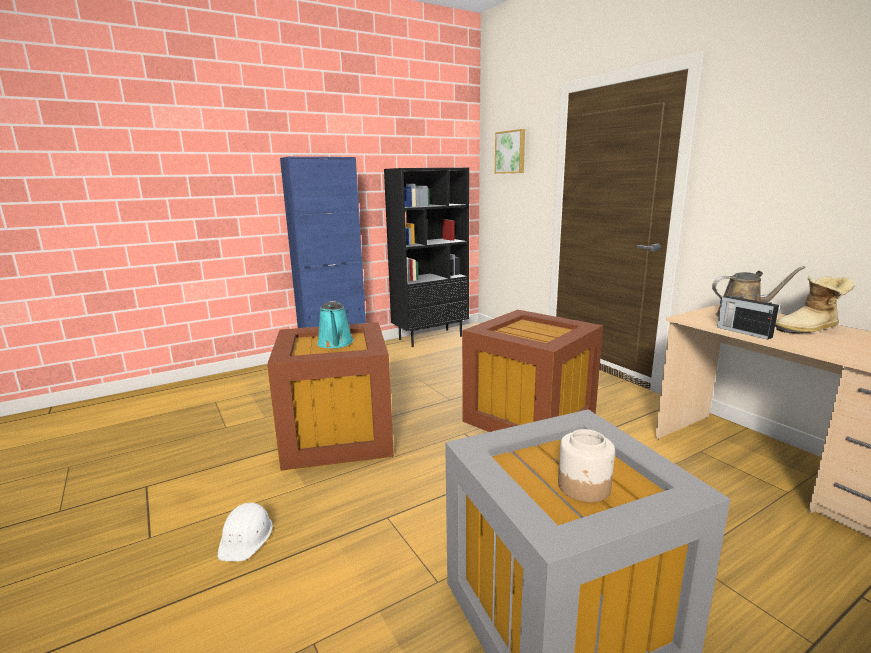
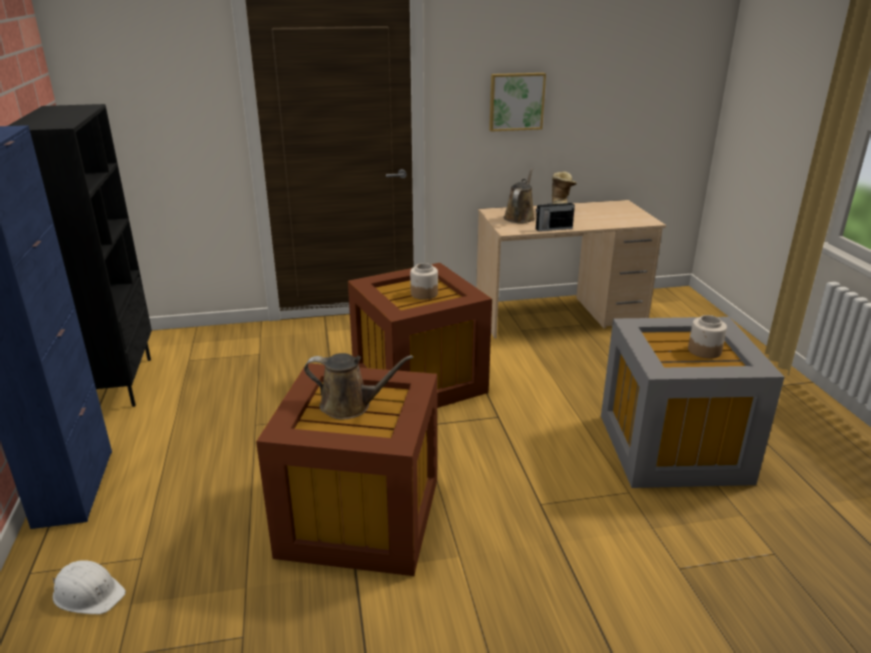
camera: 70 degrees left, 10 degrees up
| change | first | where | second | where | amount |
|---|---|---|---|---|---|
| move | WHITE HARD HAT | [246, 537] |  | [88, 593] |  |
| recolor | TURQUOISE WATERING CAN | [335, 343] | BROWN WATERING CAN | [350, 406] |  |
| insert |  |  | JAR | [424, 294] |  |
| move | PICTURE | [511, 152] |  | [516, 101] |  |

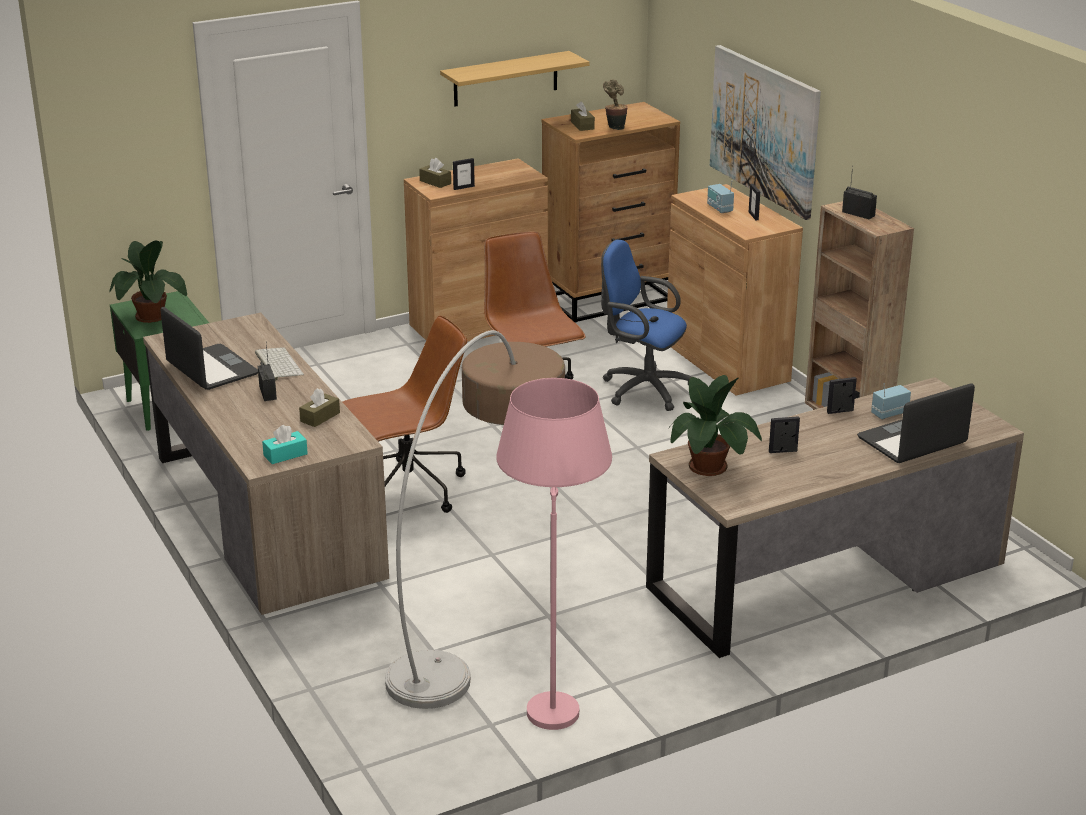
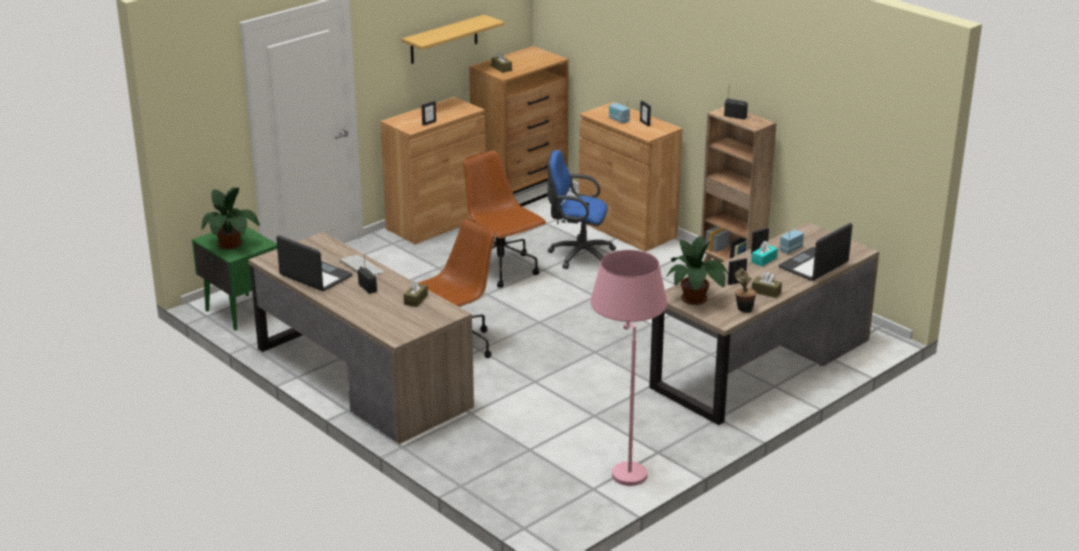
camera: 15 degrees left, 0 degrees up
| change | first | where | second | where | amount |
|---|---|---|---|---|---|
| move | POTTED PLANT | [615, 127] |  | [743, 309] |  |
| move | TURQUOISE TISSUE BOX | [285, 455] |  | [764, 260] |  |
| move | BROWN TISSUE BOX | [435, 182] |  | [766, 292] |  |
| delete | FLOOR LAMP | [481, 620] |  |  |  |
| delete | PICTURE | [764, 130] |  |  |  |

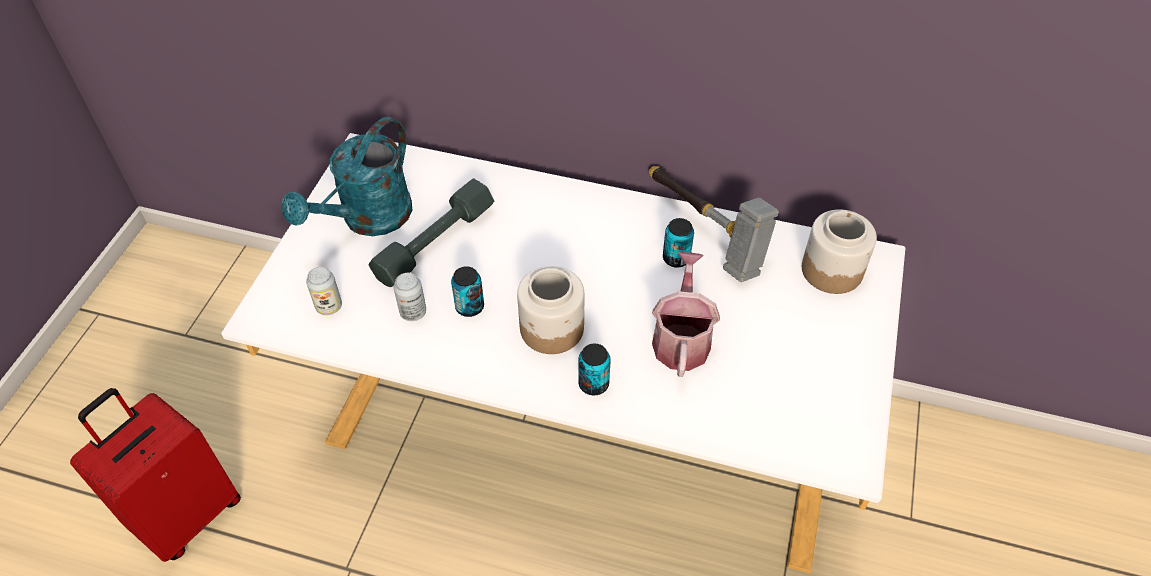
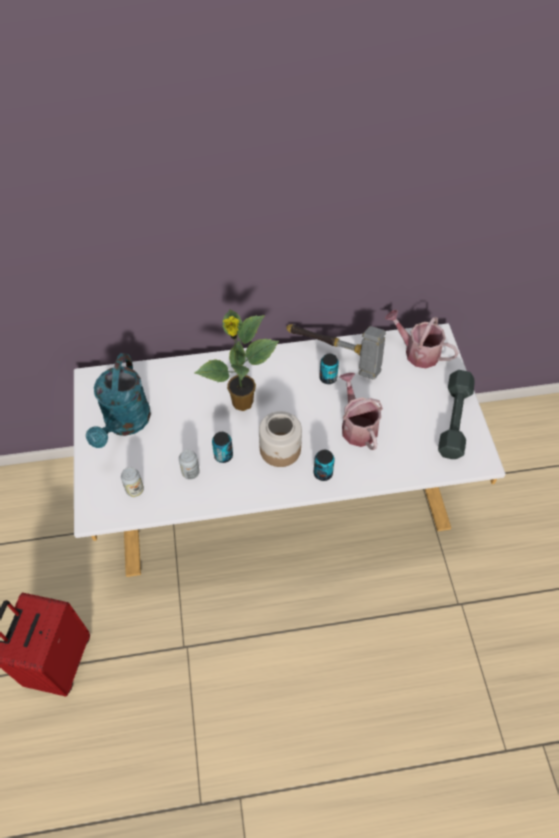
camera: 25 degrees left, 5 degrees up
| change | first | where | second | where | amount |
|---|---|---|---|---|---|
| insert |  |  | POTTED PLANT | [241, 403] |  |
| replace | JAR | [831, 270] | WATERING CAN | [417, 352] |  |
| move | GREY DUMBBELL | [435, 242] |  | [455, 419] |  |

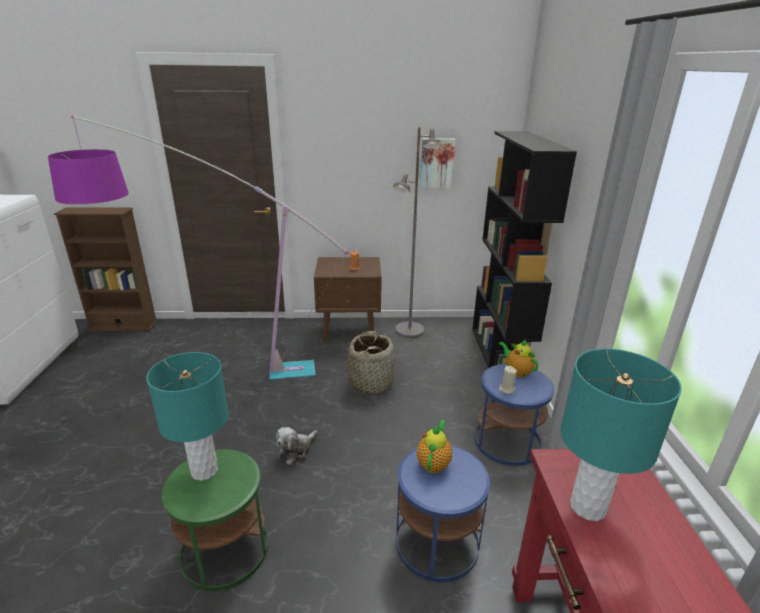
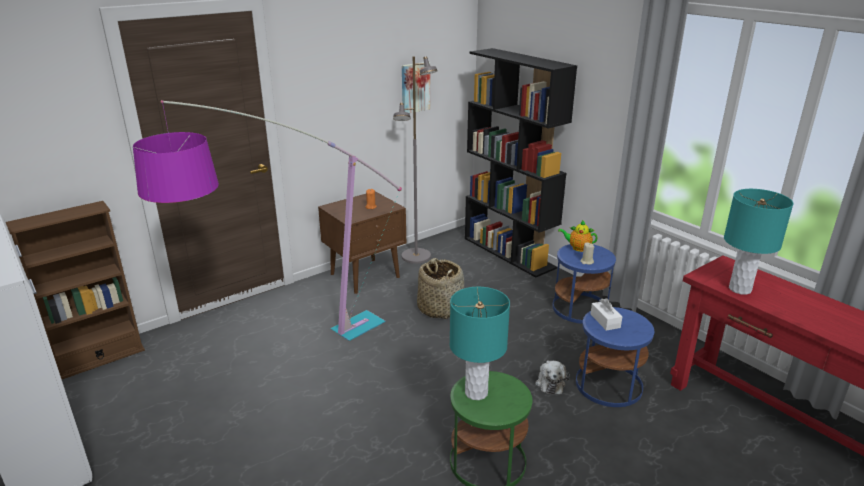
camera: 35 degrees left, 0 degrees up
| change | first | where | second | where | amount |
|---|---|---|---|---|---|
| move | PLUSH TOY | [296, 451] |  | [550, 382] |  |
| replace | TEAPOT | [434, 463] | WHITE TISSUE BOX | [605, 321] |  |

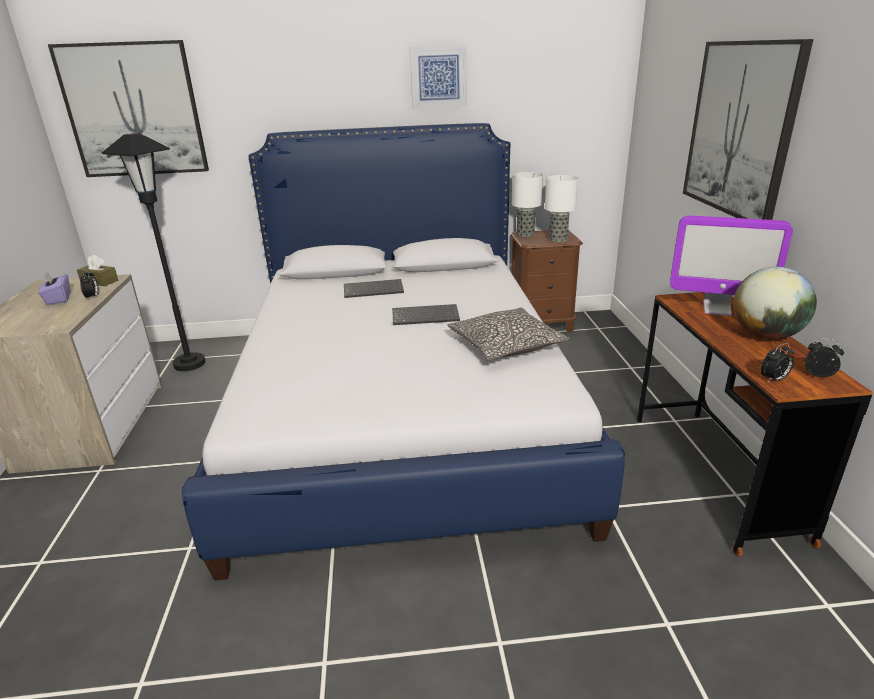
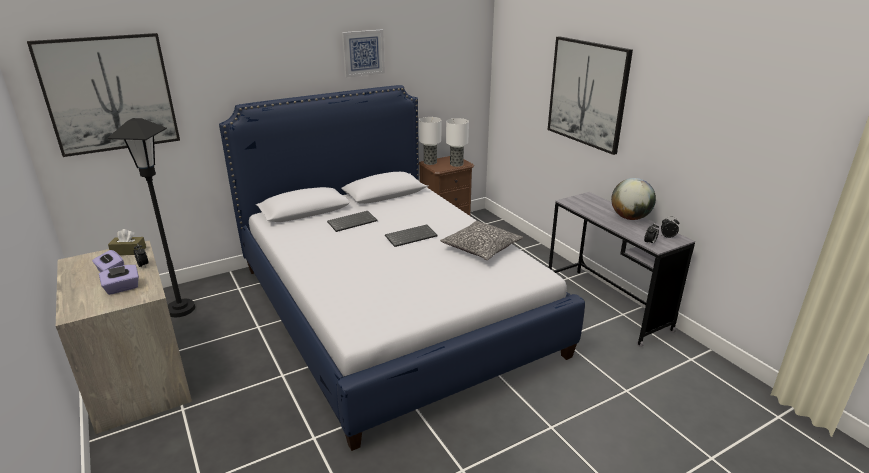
camera: 25 degrees left, 0 degrees up
| change | first | where | second | where | amount |
|---|---|---|---|---|---|
| insert |  |  | PURPLE TISSUE BOX | [122, 288] |  |
| recolor | BROWN DESK | [714, 474] | GREY DESK | [606, 305] |  |
| delete | MONITOR | [717, 309] |  |  |  |

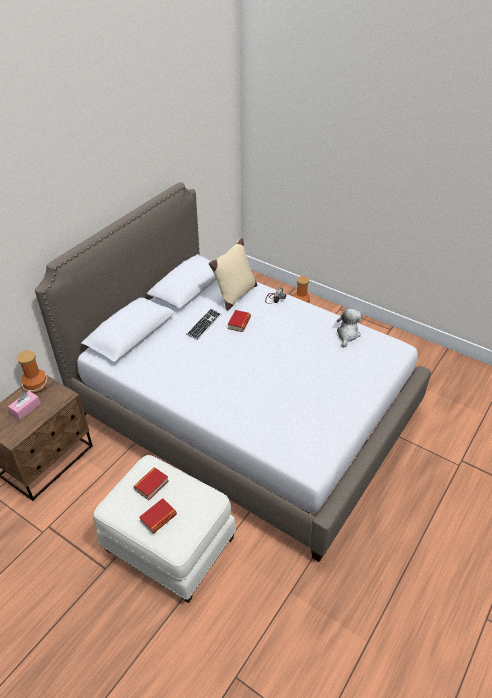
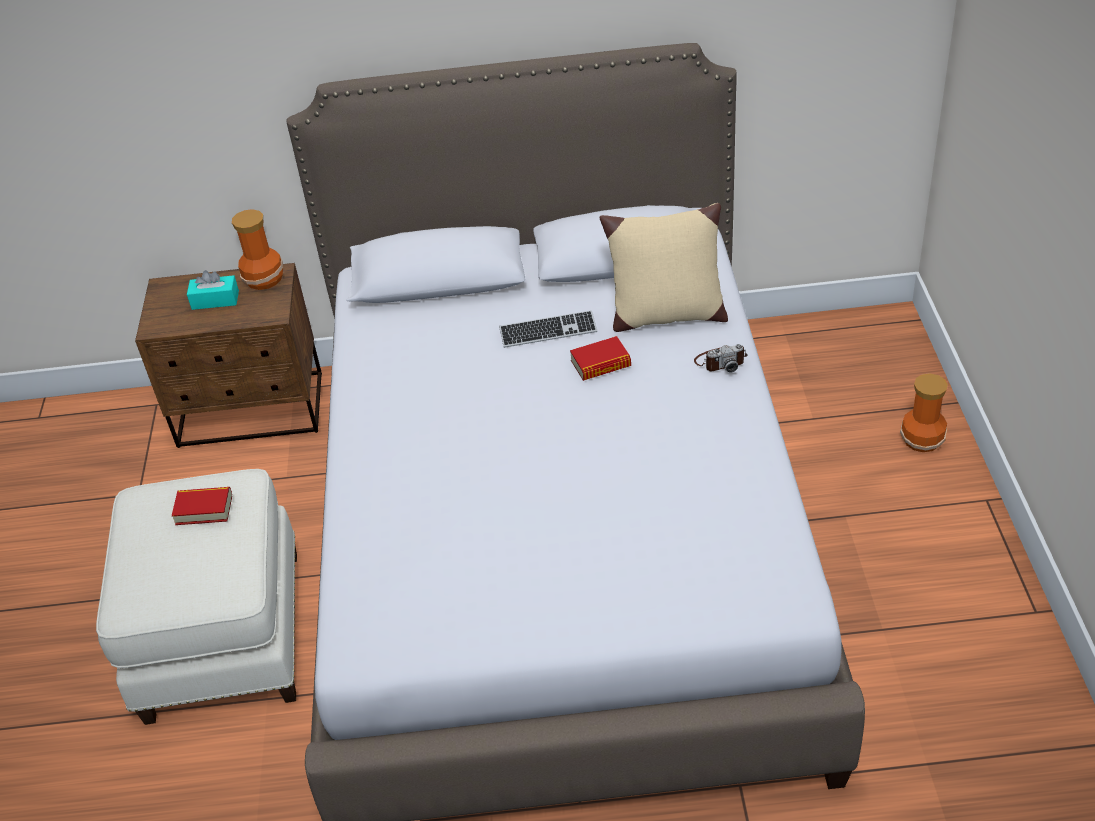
camera: 55 degrees right, 0 degrees up
| change | first | where | second | where | amount |
|---|---|---|---|---|---|
| recolor | PINK TISSUE BOX | [26, 409] | TURQUOISE TISSUE BOX | [215, 300] |  |
| delete | BOOK | [158, 518] |  |  |  |
| delete | PLUSH TOY | [347, 334] |  |  |  |

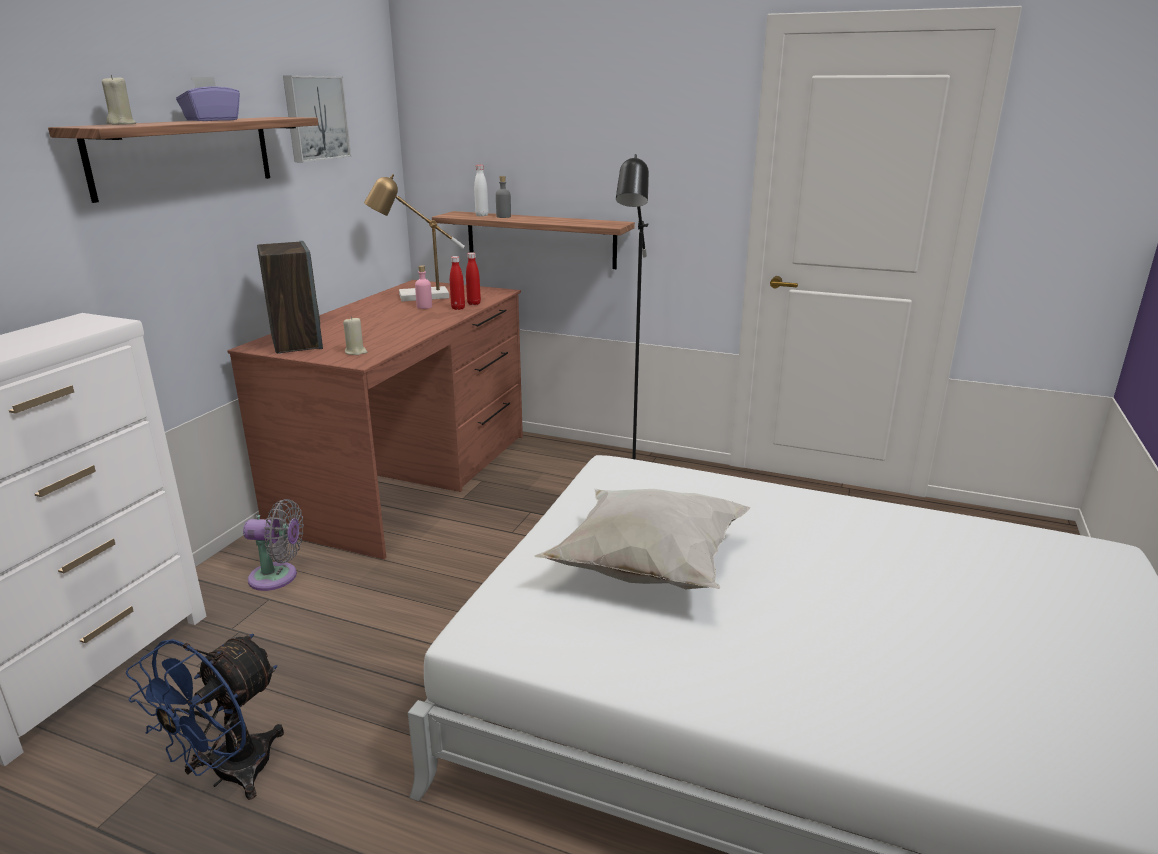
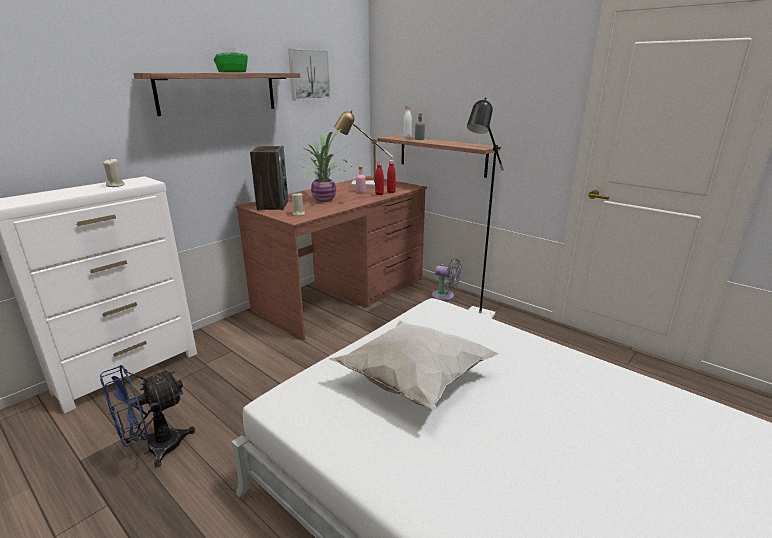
camera: 20 degrees right, 0 degrees up
| change | first | where | second | where | amount |
|---|---|---|---|---|---|
| move | BEIGE CANDLE | [121, 124] |  | [116, 185] |  |
| recolor | PURPLE TISSUE BOX | [212, 120] | GREEN TISSUE BOX | [232, 72] |  |
| insert |  |  | POTTED PLANT | [325, 200] |  |
| move | GREY FAN | [278, 577] |  | [445, 296] |  |

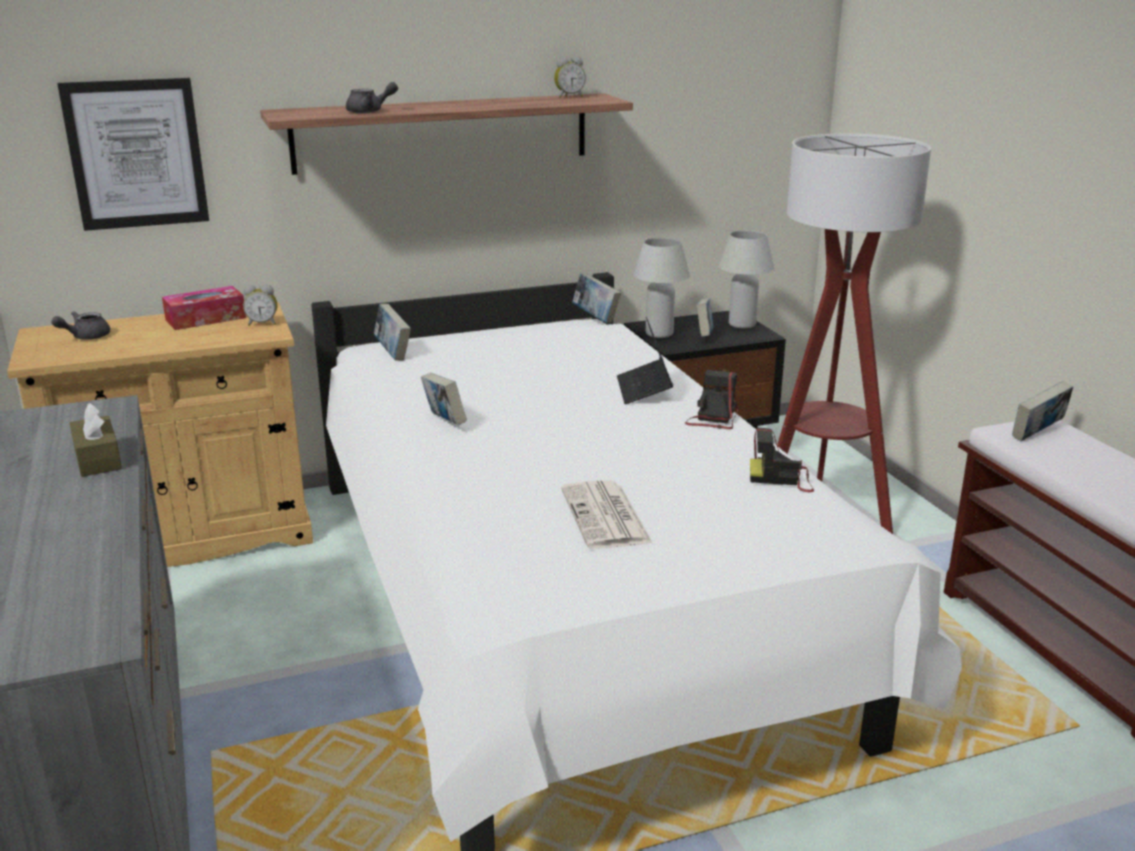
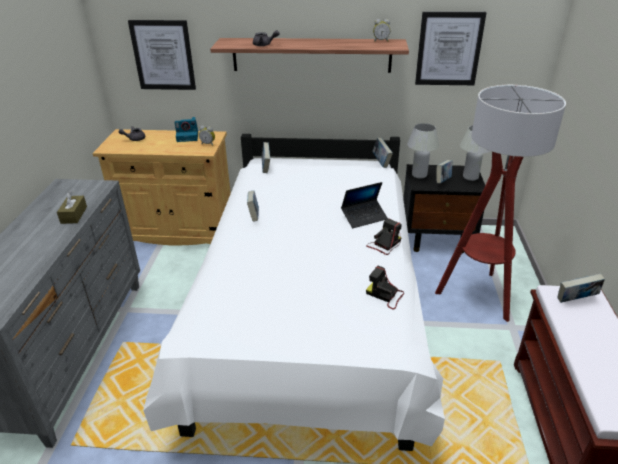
camera: 25 degrees right, 10 degrees up
| change | first | where | second | where | amount |
|---|---|---|---|---|---|
| replace | TISSUE BOX | [205, 319] | PHOTO CAMERA | [188, 136] |  |
| rotate | LAPTOP | [644, 389] |  | [364, 217] | 135 degrees counterclockwise |
| insert |  |  | PICTURE | [449, 49] |  |
| delete | NEWSPAPER | [606, 517] |  |  |  |

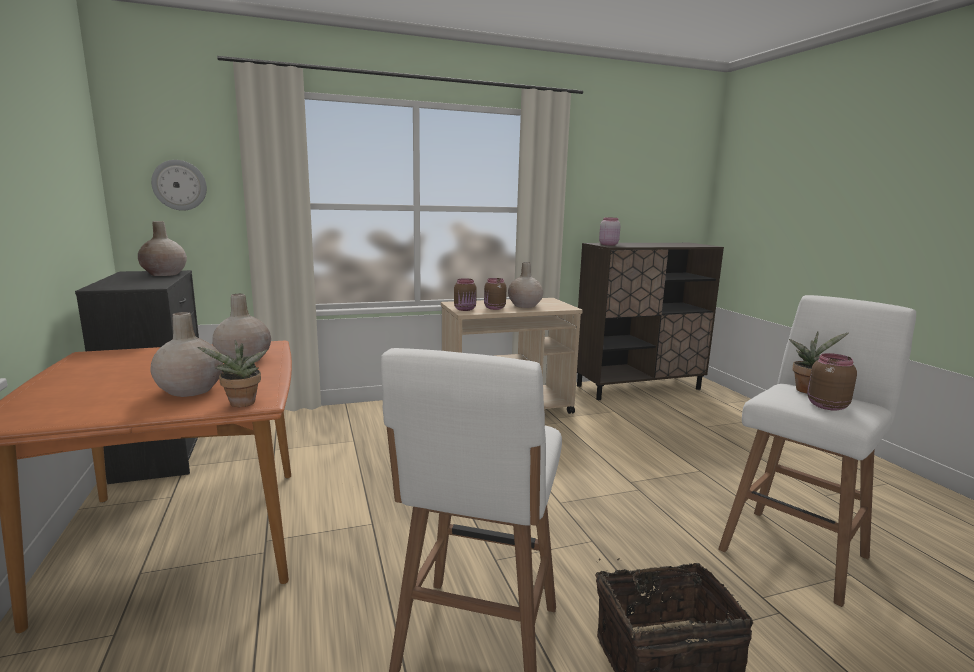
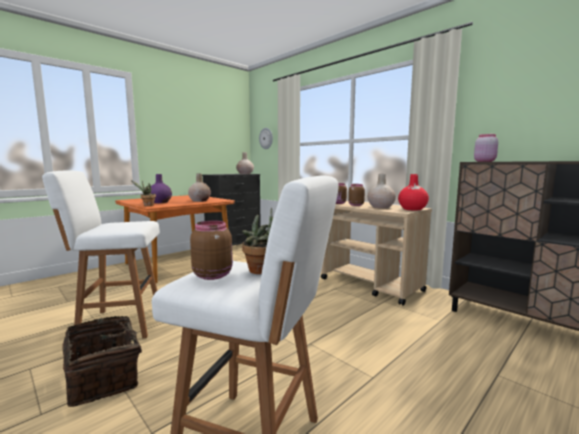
camera: 65 degrees right, 5 degrees down
| change | first | where | second | where | amount |
|---|---|---|---|---|---|
| recolor | BEIGE VASE | [190, 390] | PURPLE VASE | [160, 202] |  |
| insert |  |  | RED VASE | [412, 209] |  |

